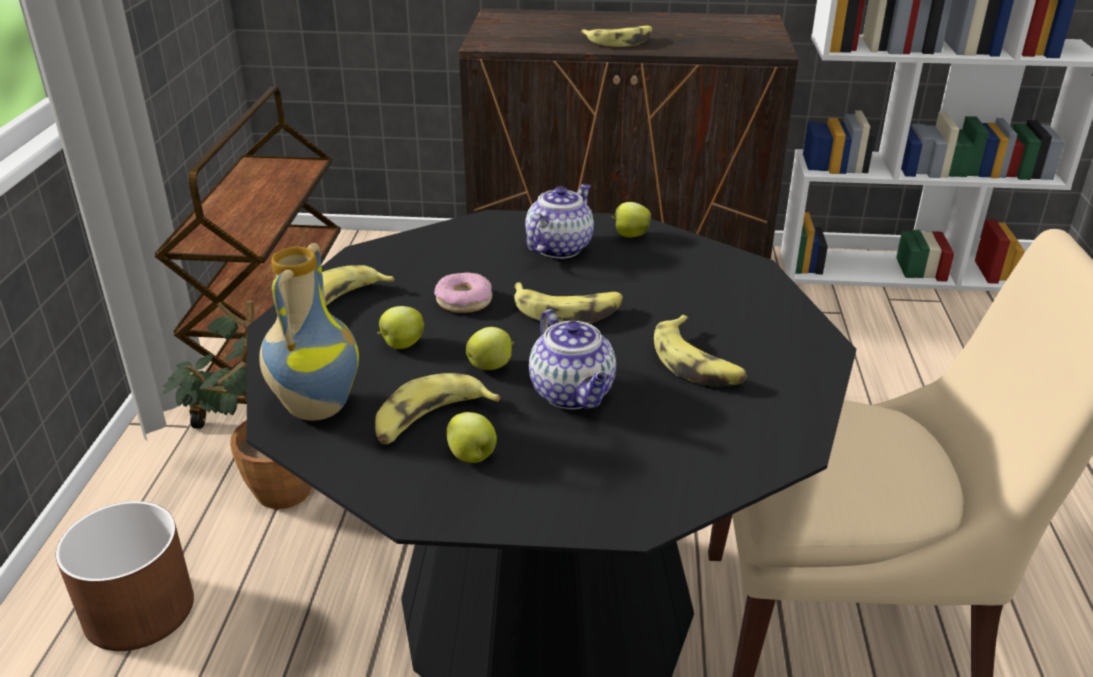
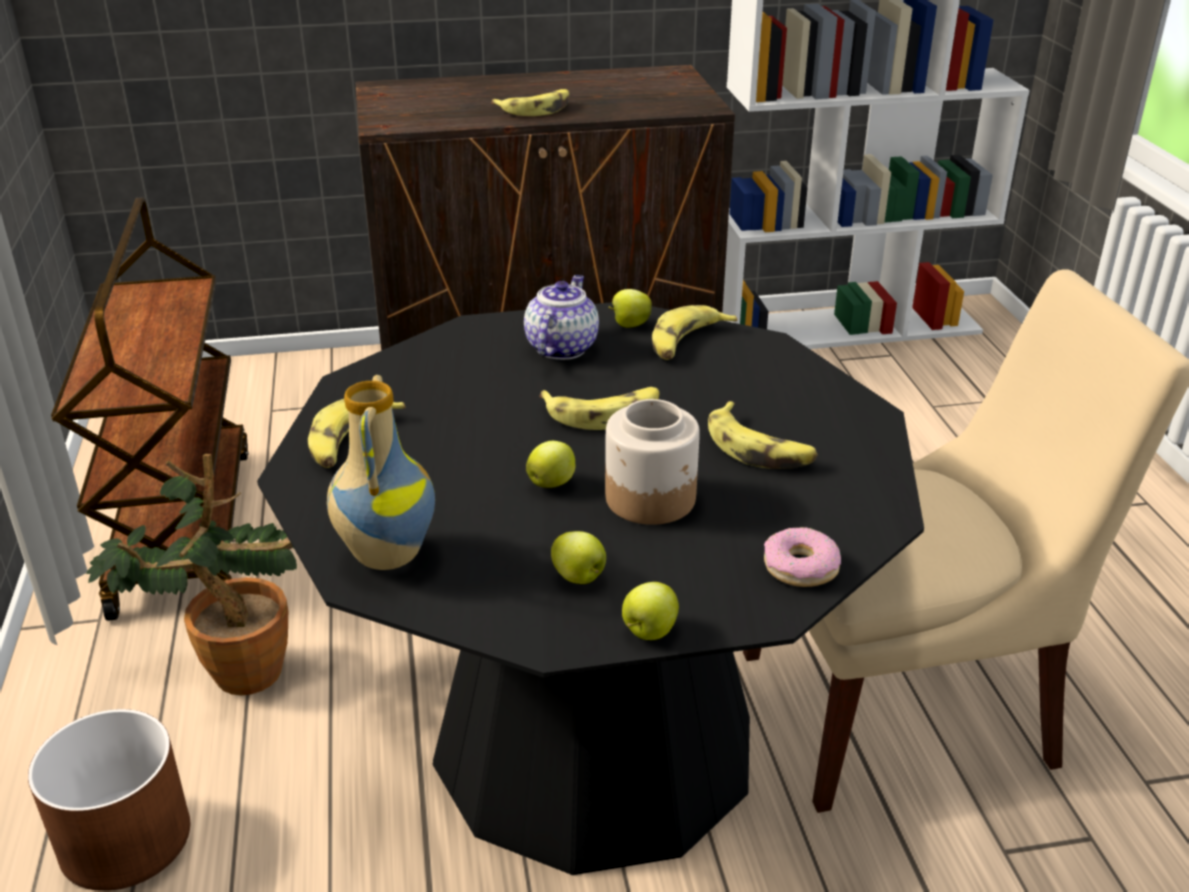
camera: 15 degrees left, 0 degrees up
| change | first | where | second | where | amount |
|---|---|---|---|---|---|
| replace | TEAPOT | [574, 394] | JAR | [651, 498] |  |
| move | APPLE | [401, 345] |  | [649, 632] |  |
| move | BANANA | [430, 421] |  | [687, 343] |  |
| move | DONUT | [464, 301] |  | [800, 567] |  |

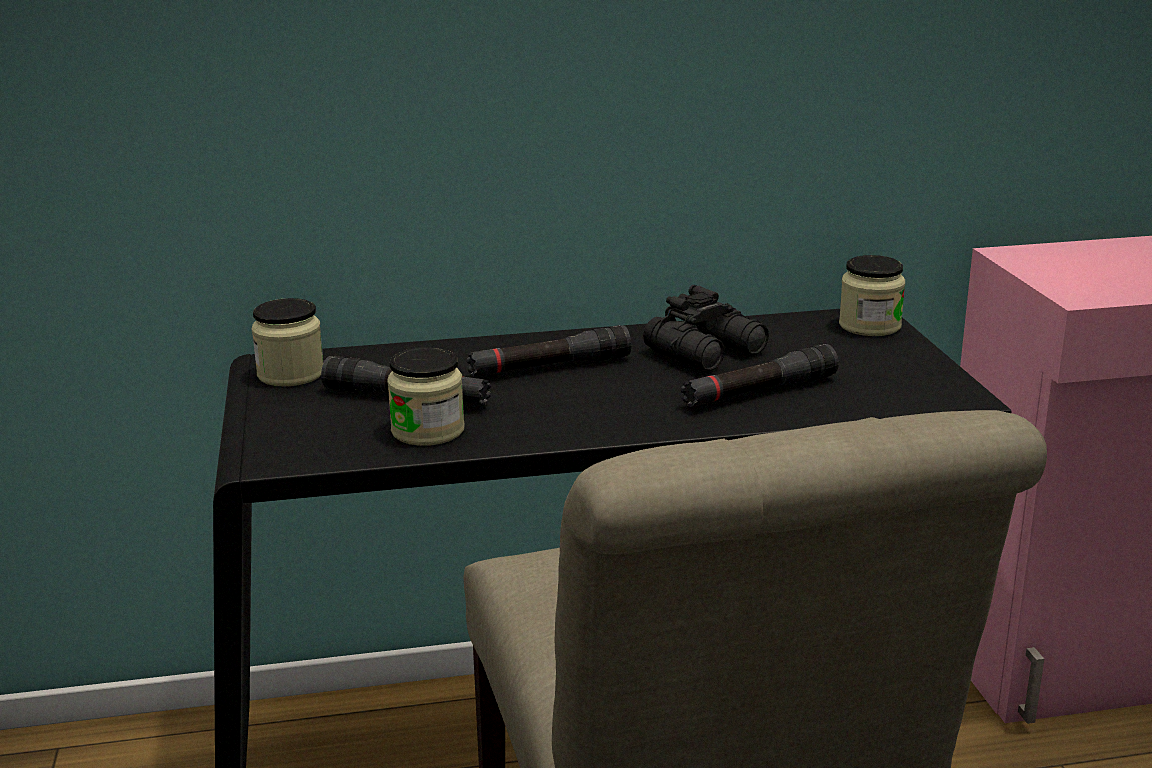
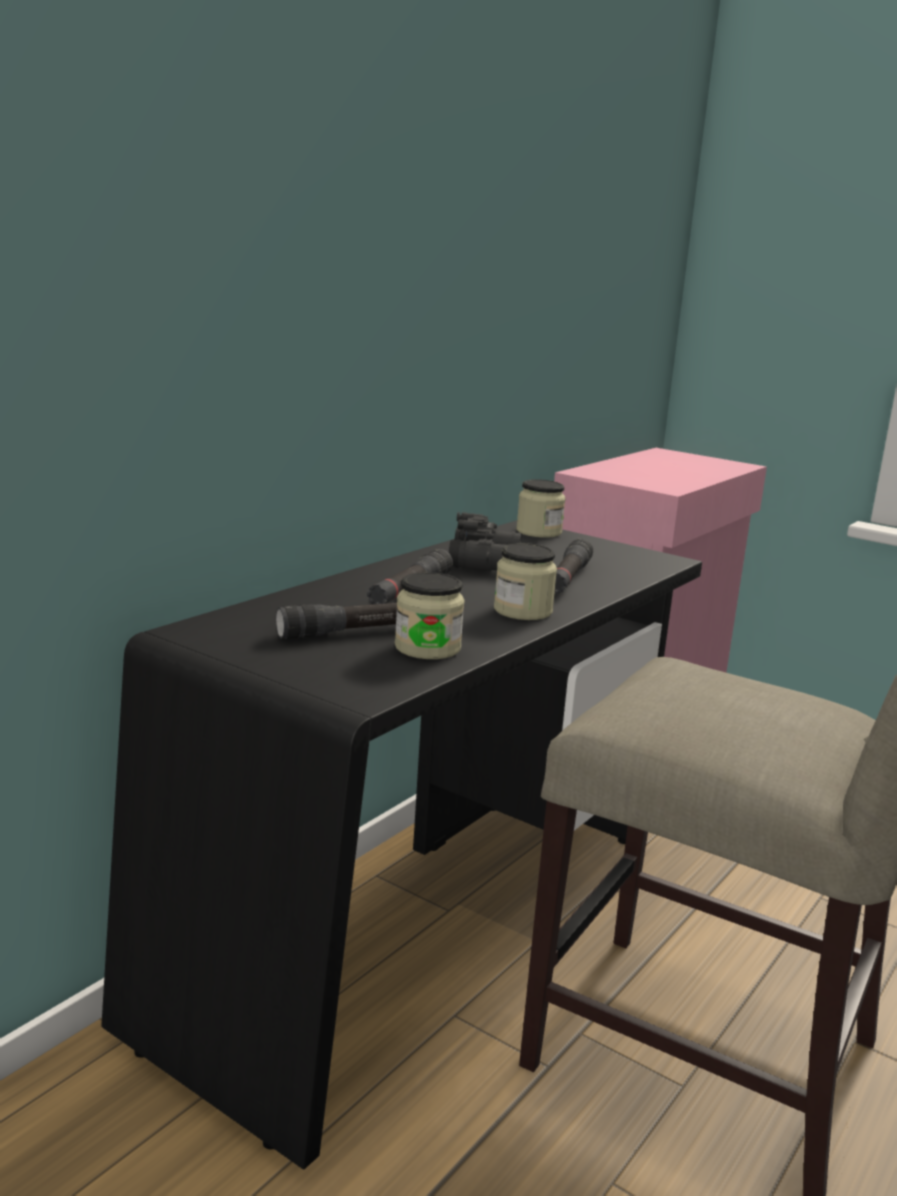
camera: 45 degrees left, 5 degrees down
| change | first | where | second | where | amount |
|---|---|---|---|---|---|
| move | JAR | [291, 374] |  | [523, 611] |  |

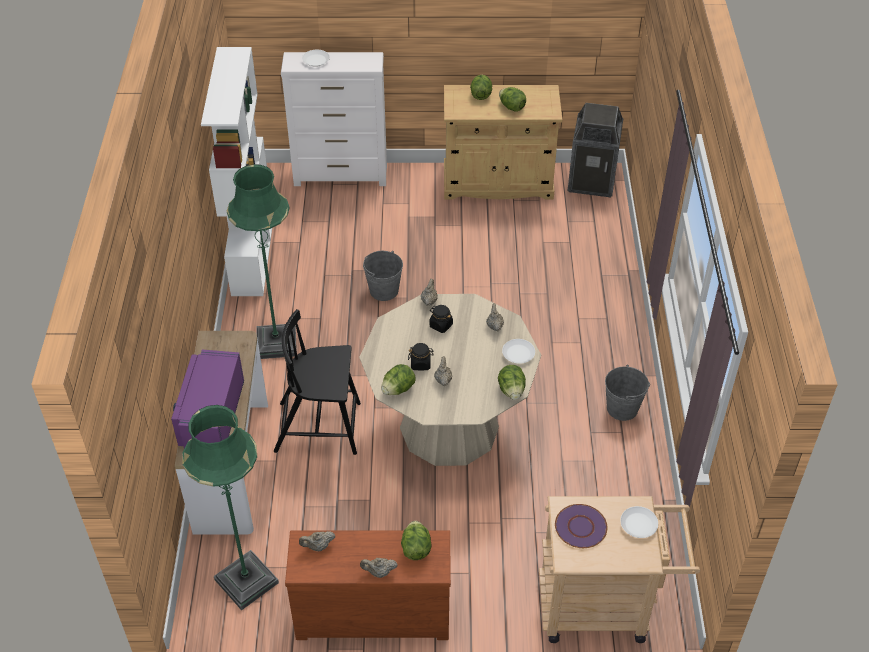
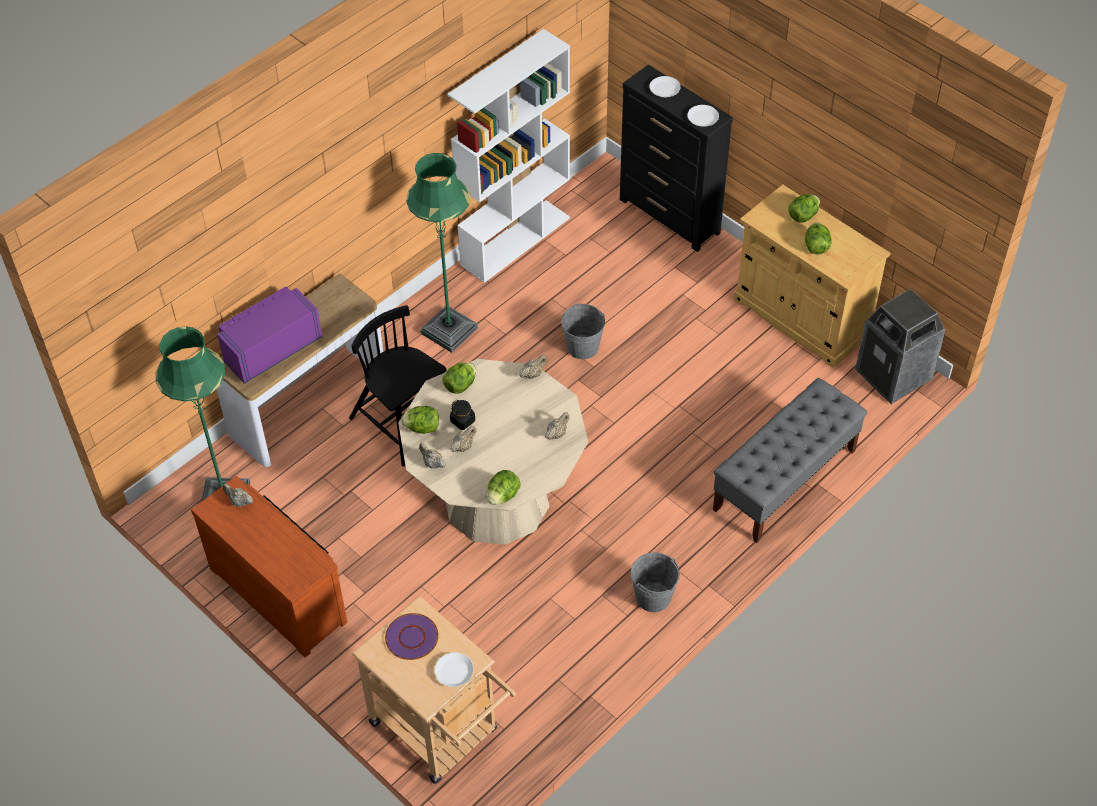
camera: 45 degrees right, 5 degrees up
| change | first | where | second | where | amount |
|---|---|---|---|---|---|
| move | BEIGE TEAPOT | [379, 572] |  | [432, 463] |  |
| move | LETTUCE | [416, 548] |  | [460, 385] |  |
| recolor | WHITE DRESSER | [341, 176] | BLACK DRESSER | [670, 217] |  |
| move | WHITE PLATE | [518, 353] |  | [702, 118] |  |
| insert |  |  | GREY BENCH | [784, 480] |  |
| delete | BLACK JAR | [441, 325] |  |  |  |

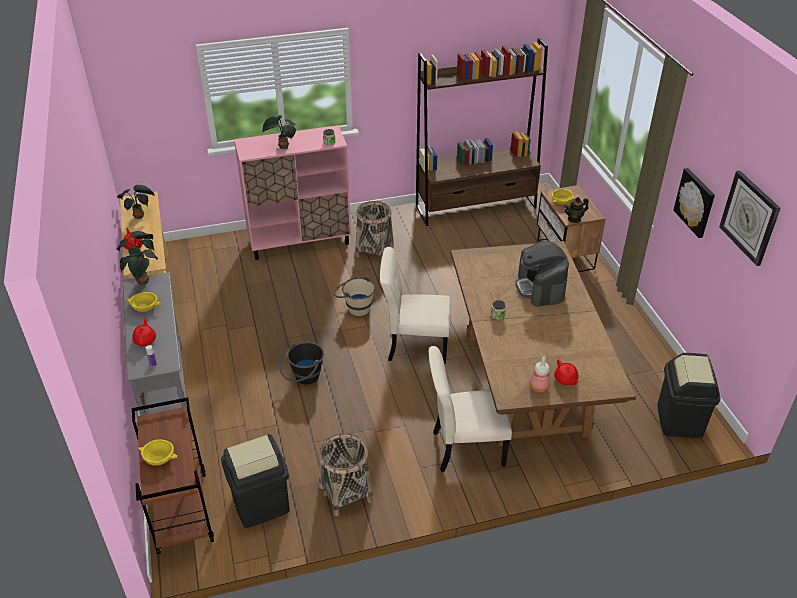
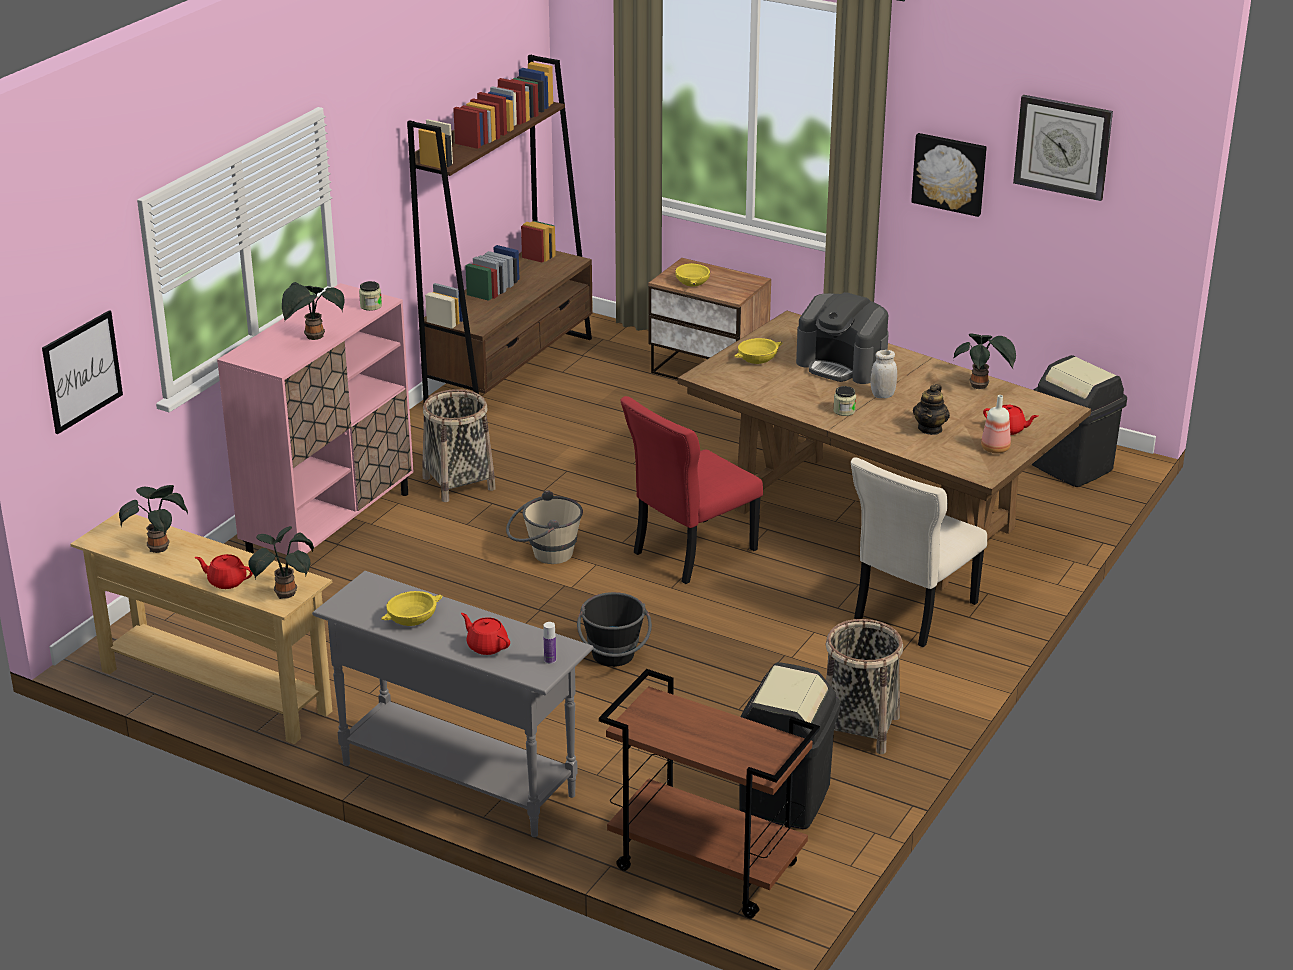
camera: 45 degrees left, 10 degrees down
| change | first | where | second | where | amount |
|---|---|---|---|---|---|
| insert |  |  | PICTURE | [82, 371] |  |
| recolor | BEIGE CHAIR | [414, 346] | RED CHAIR | [690, 553] |  |
| move | YELLOW BOWL | [159, 458] |  | [757, 359] |  |
| insert |  |  | WHITE JAR | [882, 395] |  |
| move | TEAPOT | [574, 219] |  | [930, 429] |  |
| move | POTTED PLANT | [143, 283] |  | [981, 386] |  |

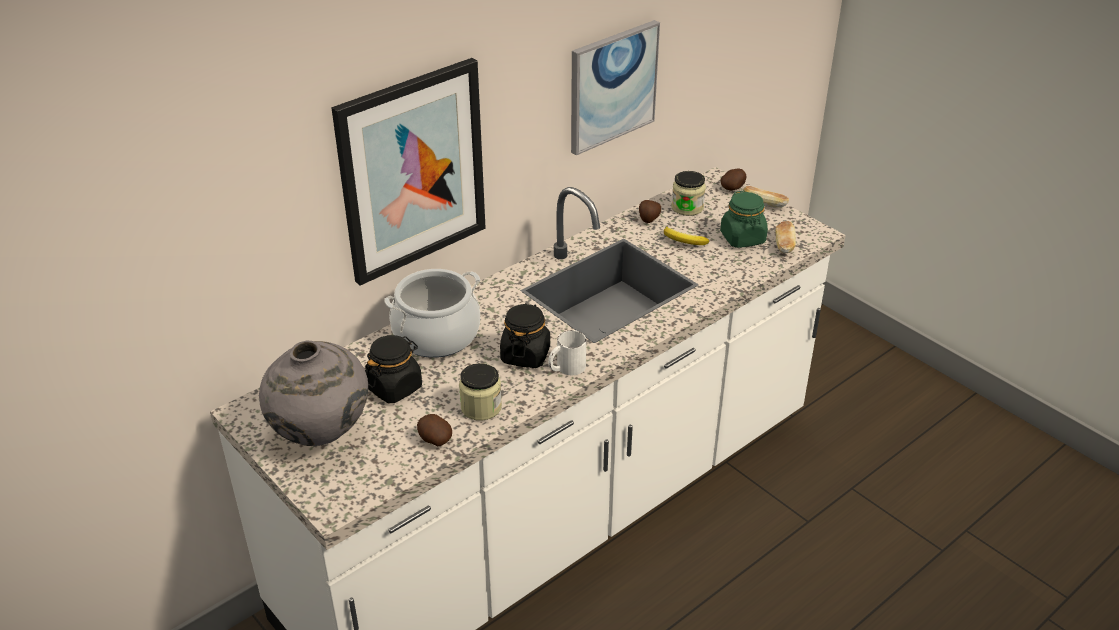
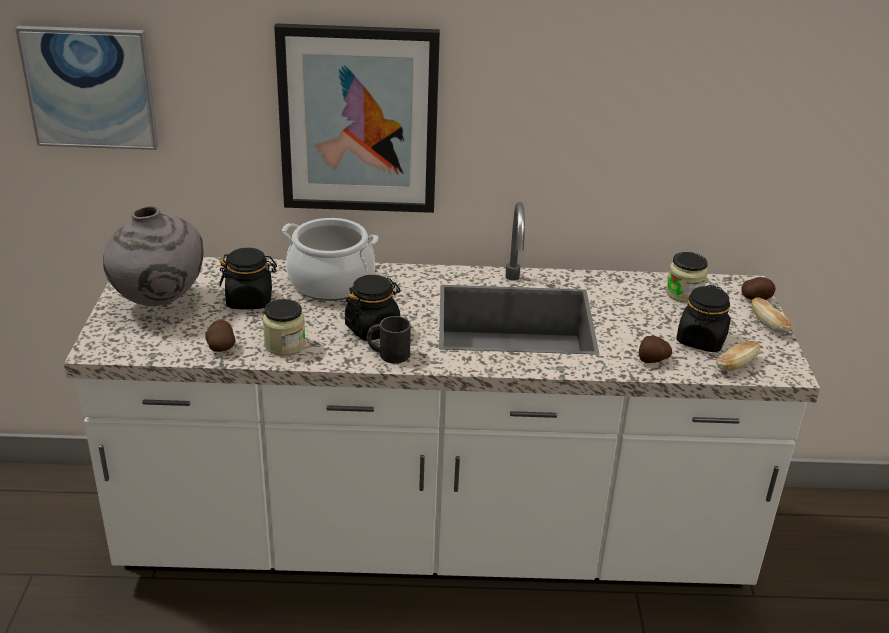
camera: 40 degrees right, 5 degrees down
| change | first | where | second | where | amount |
|---|---|---|---|---|---|
| move | PICTURE | [612, 86] |  | [90, 88] |  |
| recolor | WHITE MUG | [566, 368] | BLACK MUG | [388, 354] |  |
| move | POTATO | [648, 219] |  | [652, 360] |  |
| recolor | GREEN JAR | [743, 238] | BLACK JAR | [701, 340] |  |
| delete | BANANA | [683, 241] |  |  |  |

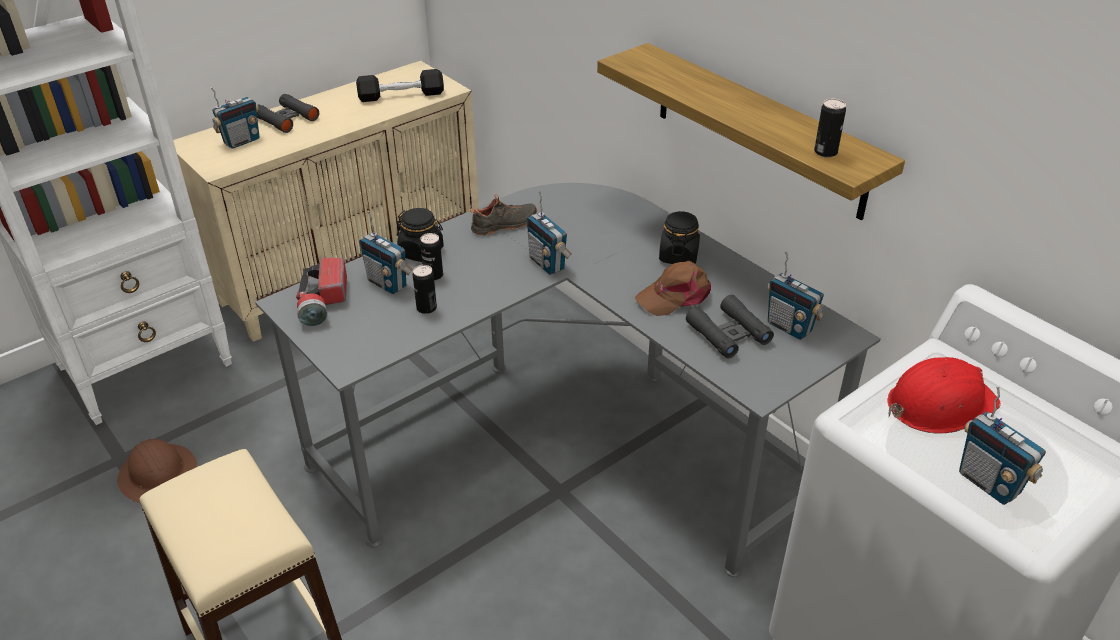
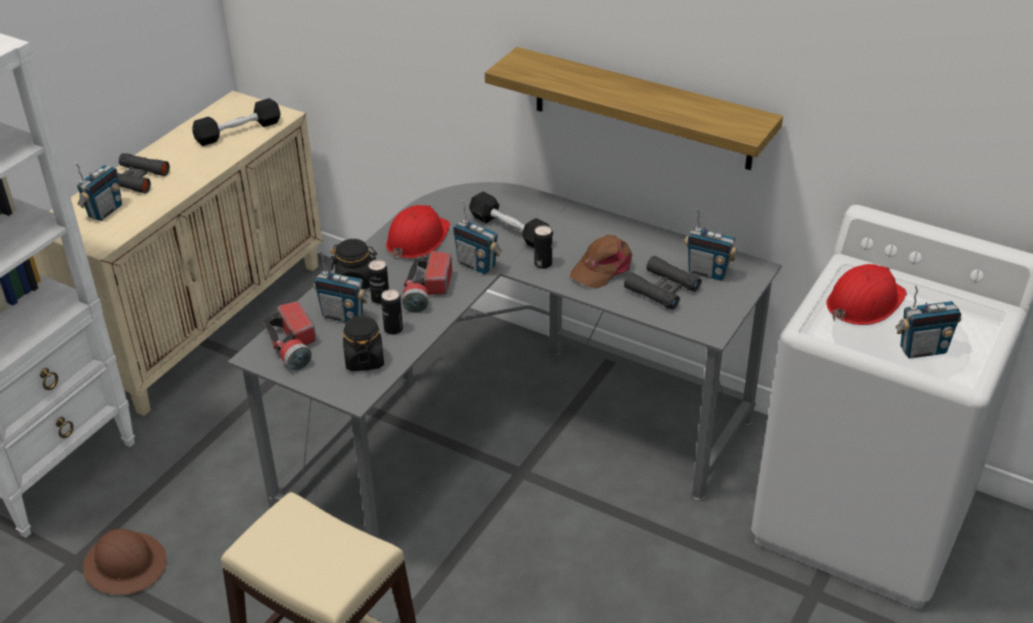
camera: 20 degrees left, 0 degrees up
| change | first | where | second | where | amount |
|---|---|---|---|---|---|
| move | BLACK JAR | [678, 256] |  | [364, 360] |  |
| replace | BLACK SHOE | [505, 225] | RED HARD HAT | [417, 239] |  |
| insert |  |  | FLASHLIGHT | [427, 291] |  |
| insert |  |  | BLACK DUMBBELL | [510, 231] |  |
| move | CAN | [825, 152] |  | [543, 264] |  |
| rotate | RADIO | [989, 483] |  | [922, 350] | 45 degrees counterclockwise |

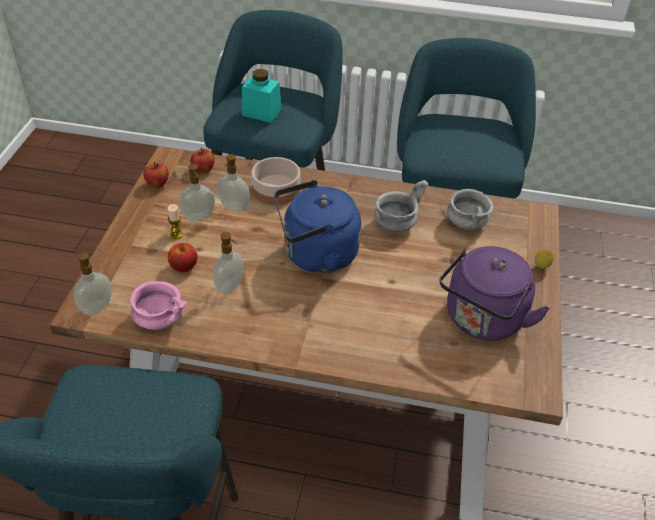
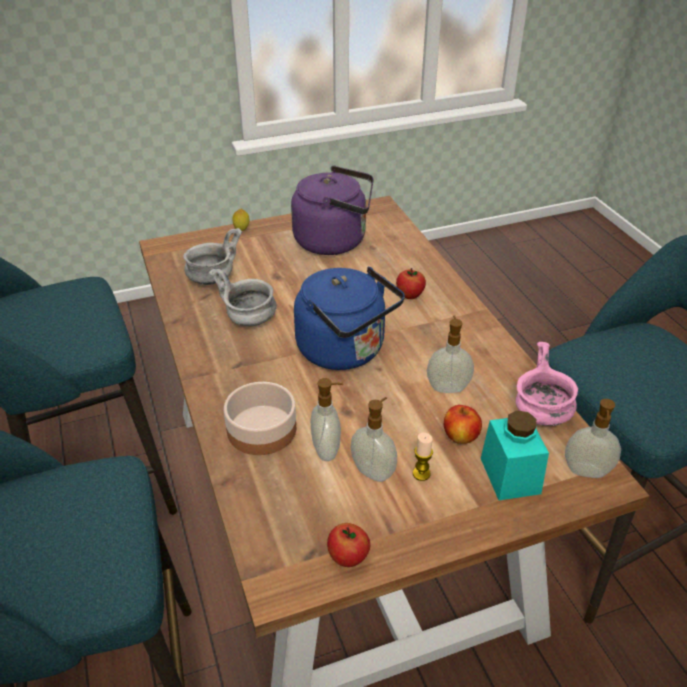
camera: 120 degrees left, 5 degrees down
| change | first | where | second | where | amount |
|---|---|---|---|---|---|
| move | APPLE | [203, 170] |  | [410, 295] |  |
| move | TURQUOISE JAR | [261, 112] |  | [510, 475] |  |

